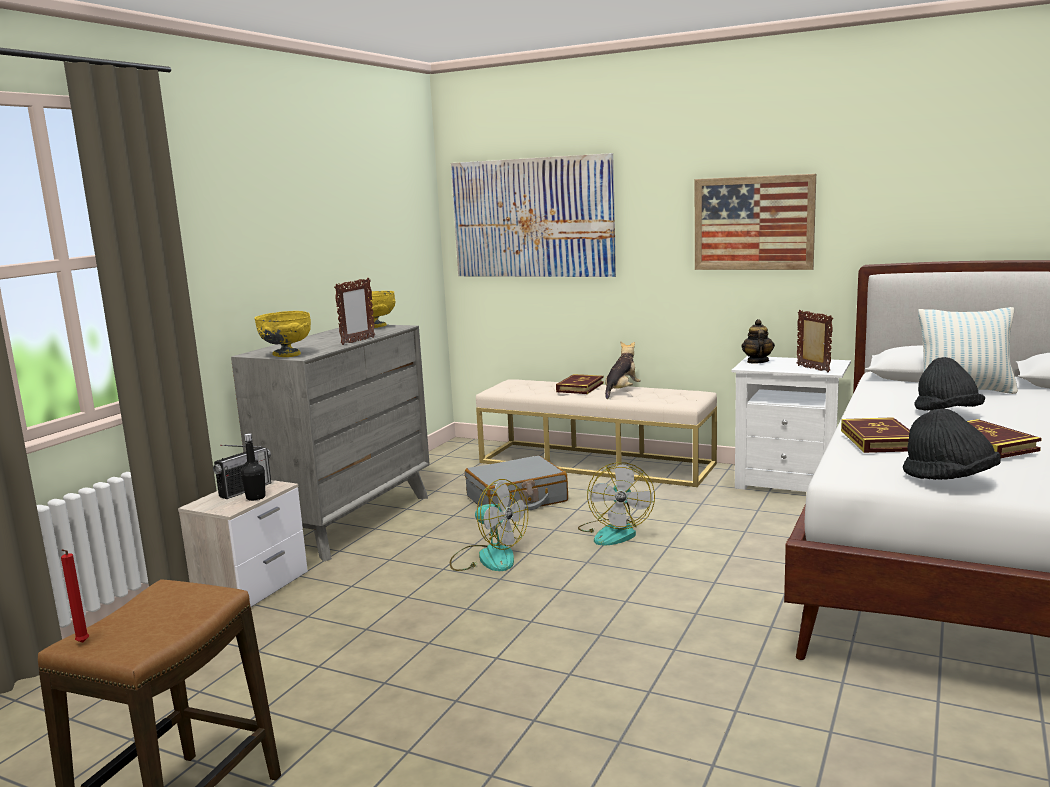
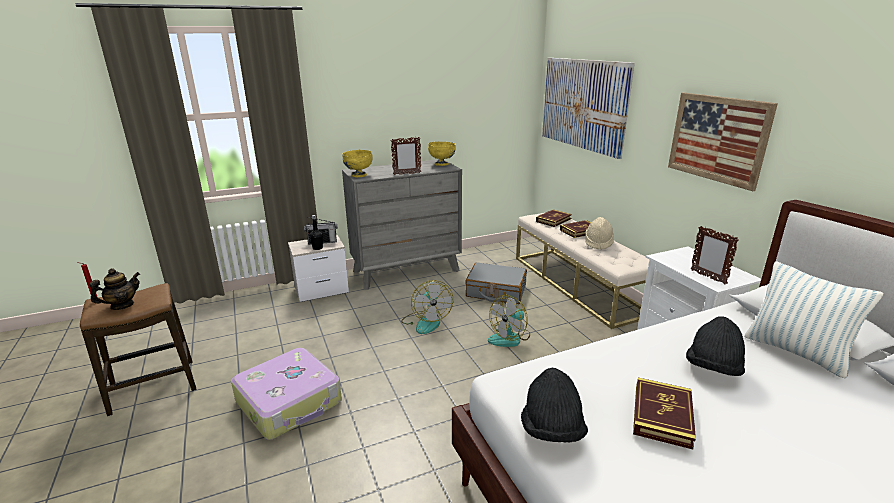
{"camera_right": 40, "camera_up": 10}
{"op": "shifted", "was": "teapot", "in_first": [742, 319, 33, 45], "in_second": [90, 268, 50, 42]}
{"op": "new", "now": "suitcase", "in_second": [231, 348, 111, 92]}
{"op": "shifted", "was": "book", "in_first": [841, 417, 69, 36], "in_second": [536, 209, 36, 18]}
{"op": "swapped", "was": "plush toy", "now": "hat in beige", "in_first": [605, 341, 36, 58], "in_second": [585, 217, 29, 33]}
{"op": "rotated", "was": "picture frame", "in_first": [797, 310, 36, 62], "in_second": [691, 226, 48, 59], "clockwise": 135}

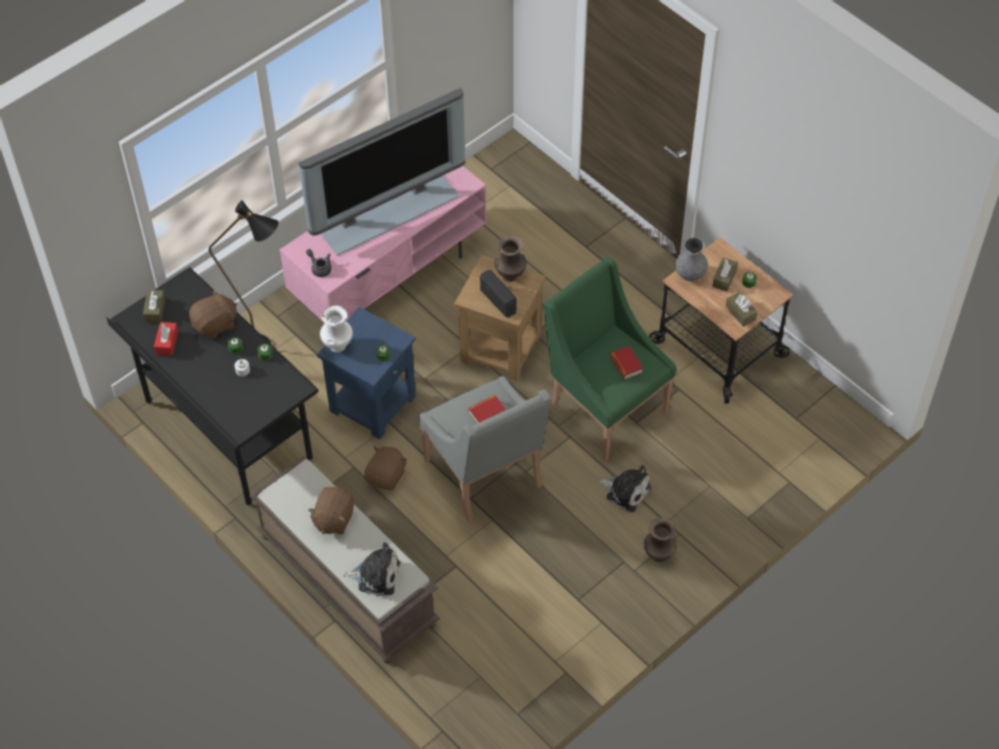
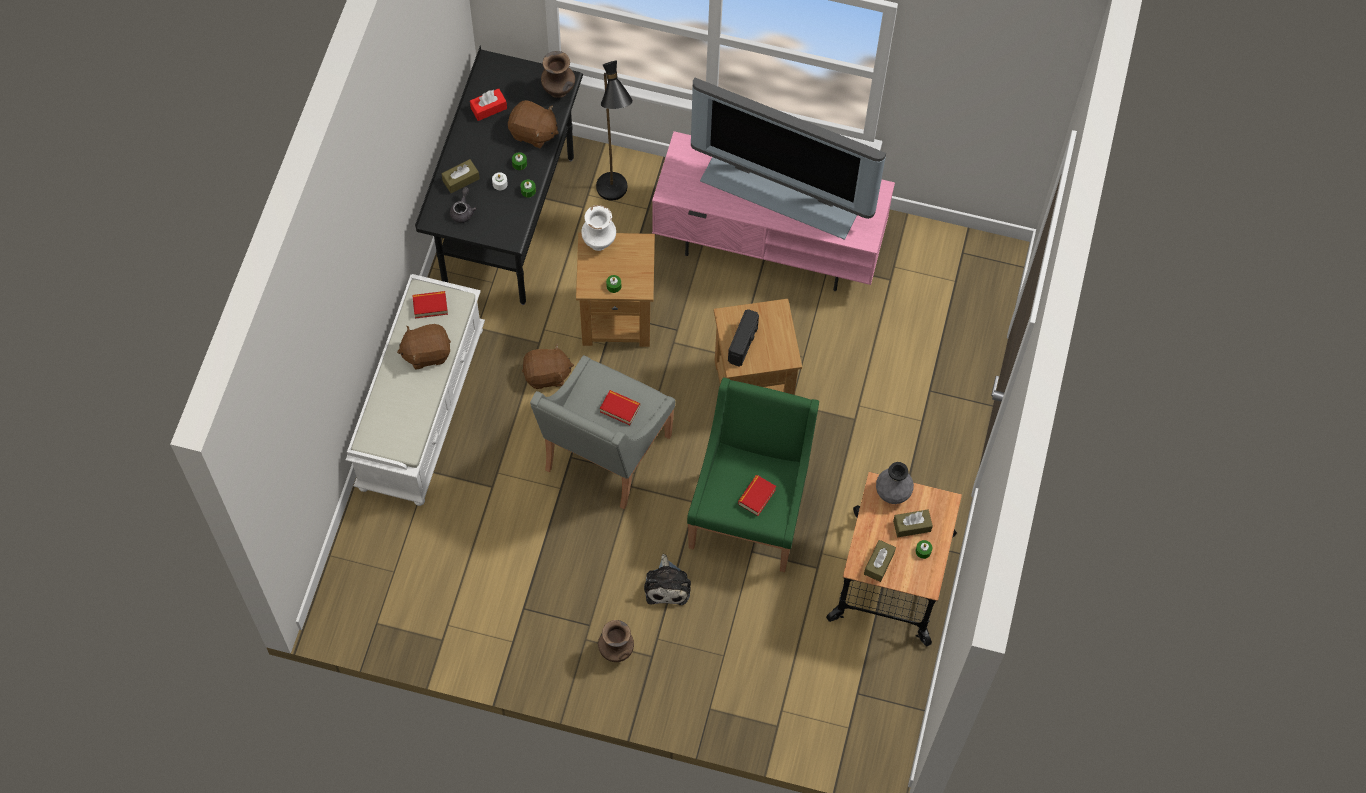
{"camera_right": 55, "camera_up": 10}
{"op": "repainted", "was": "bench in brown", "now": "bench in white", "in_first": [249, 456, 191, 208], "in_second": [346, 274, 139, 232]}
{"op": "new", "now": "book", "in_second": [412, 291, 36, 27]}
{"op": "shifted", "was": "tissue box in brown", "in_first": [143, 290, 22, 33], "in_second": [442, 159, 38, 34]}
{"op": "shifted", "was": "teapot in grey", "in_first": [306, 249, 26, 28], "in_second": [450, 187, 27, 36]}
{"op": "shifted", "was": "vase in brown", "in_first": [495, 236, 32, 46], "in_second": [541, 51, 34, 47]}
{"op": "repainted", "was": "side table in blue", "now": "side table in brown", "in_first": [317, 307, 99, 132], "in_second": [576, 233, 79, 114]}
{"op": "gone", "was": "plush toy", "in_first": [343, 542, 57, 54]}

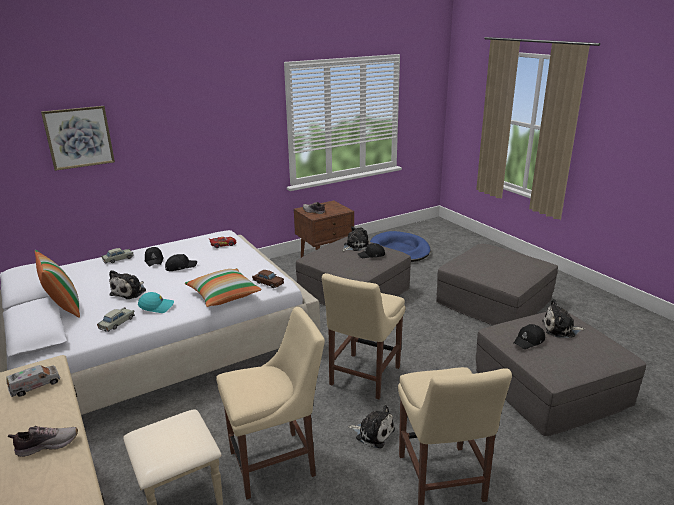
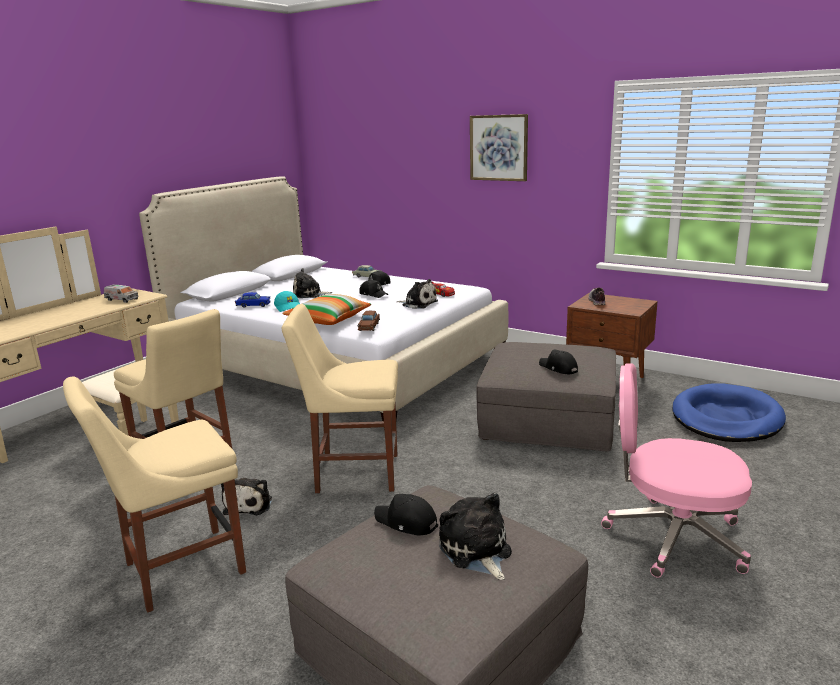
{"camera_right": 65, "camera_up": -5}
{"op": "repainted", "was": "toy car in beige", "now": "toy car in blue", "in_first": [97, 307, 38, 25], "in_second": [235, 292, 36, 15]}
{"op": "shifted", "was": "plush toy", "in_first": [342, 226, 27, 25], "in_second": [398, 279, 40, 30]}
{"op": "shifted", "was": "picture", "in_first": [41, 106, 74, 65], "in_second": [470, 114, 58, 67]}
{"op": "swapped", "was": "ottoman in grey", "now": "office chair in pink", "in_first": [436, 244, 122, 82], "in_second": [601, 363, 151, 214]}
{"op": "gone", "was": "shoe", "in_first": [8, 426, 70, 31]}
{"op": "gone", "was": "pillow", "in_first": [35, 250, 45, 68]}

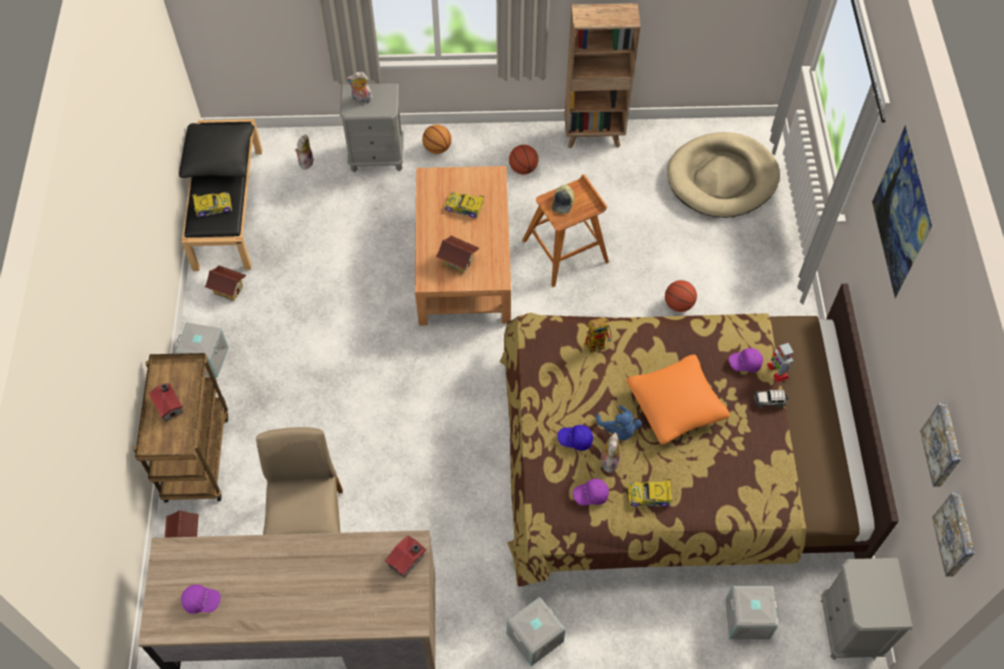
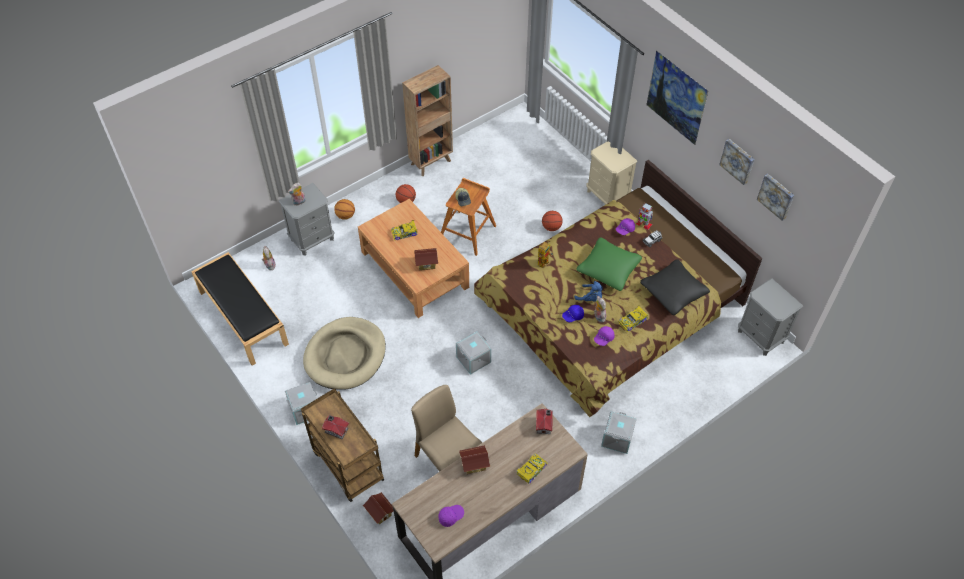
{"camera_right": -35, "camera_up": -5}
{"op": "shifted", "was": "dog bed in beige", "in_first": [667, 132, 113, 86], "in_second": [303, 317, 83, 73]}
{"op": "shifted", "was": "storage box in grey", "in_first": [725, 586, 54, 53], "in_second": [456, 331, 35, 44]}
{"op": "shifted", "was": "toy house", "in_first": [205, 265, 41, 36], "in_second": [459, 445, 31, 29]}
{"op": "shifted", "was": "toy car", "in_first": [192, 192, 40, 25], "in_second": [517, 454, 31, 30]}
{"op": "repainted", "was": "pillow in orange", "now": "pillow in green", "in_first": [626, 355, 104, 90], "in_second": [577, 238, 65, 53]}
{"op": "new", "now": "nightstand in beige", "in_second": [586, 141, 51, 64]}
{"op": "shifted", "was": "pillow in black", "in_first": [179, 123, 75, 55], "in_second": [640, 259, 70, 56]}
{"op": "shifted", "was": "picture", "in_first": [932, 492, 43, 85], "in_second": [719, 139, 35, 46]}

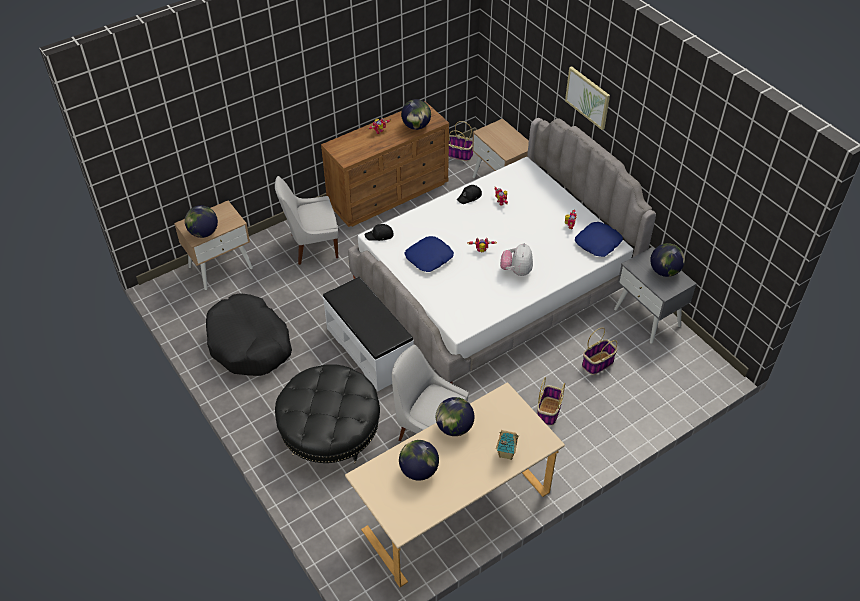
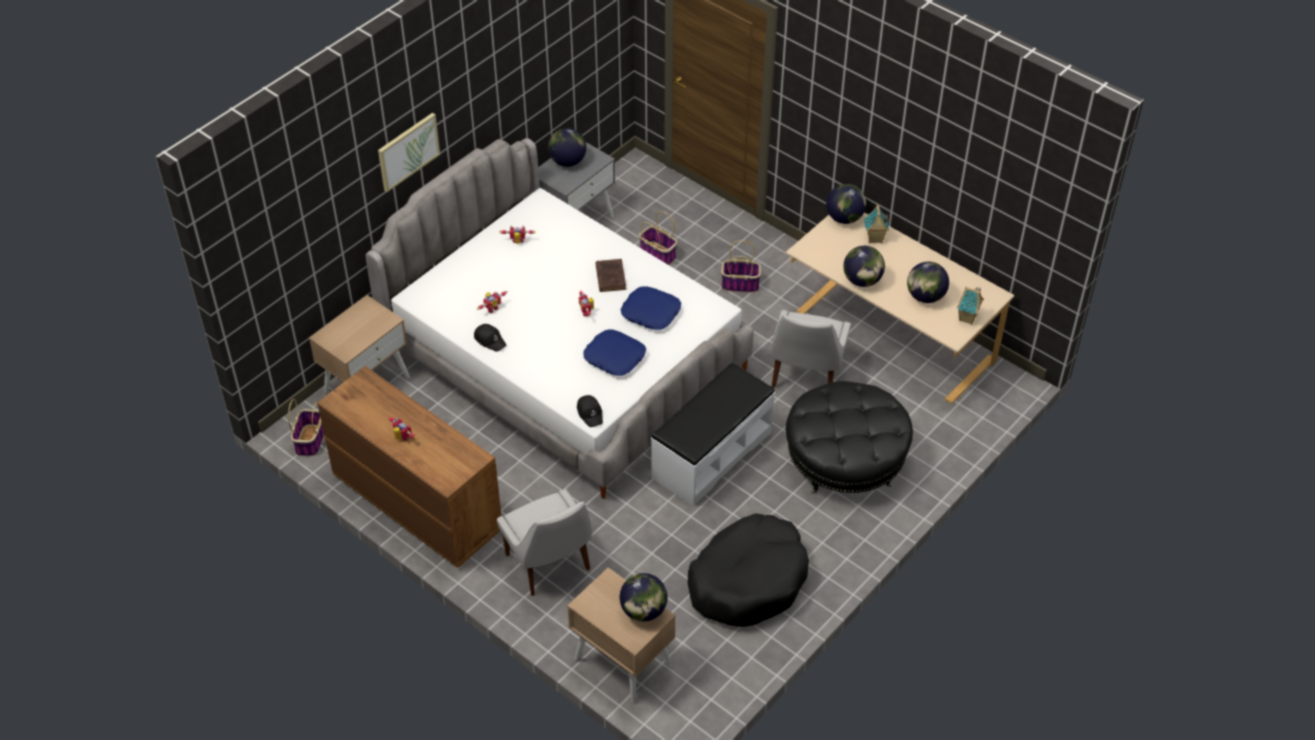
{"camera_right": -105, "camera_up": 0}
{"op": "swapped", "was": "plush toy", "now": "book in brown", "in_first": [500, 243, 33, 33], "in_second": [595, 259, 31, 33]}
{"op": "shifted", "was": "pillow in blue", "in_first": [575, 222, 48, 35], "in_second": [621, 286, 60, 44]}
{"op": "shifted", "was": "globe", "in_first": [401, 99, 30, 31], "in_second": [826, 184, 40, 40]}
{"op": "new", "now": "toy house", "in_second": [957, 287, 27, 38]}

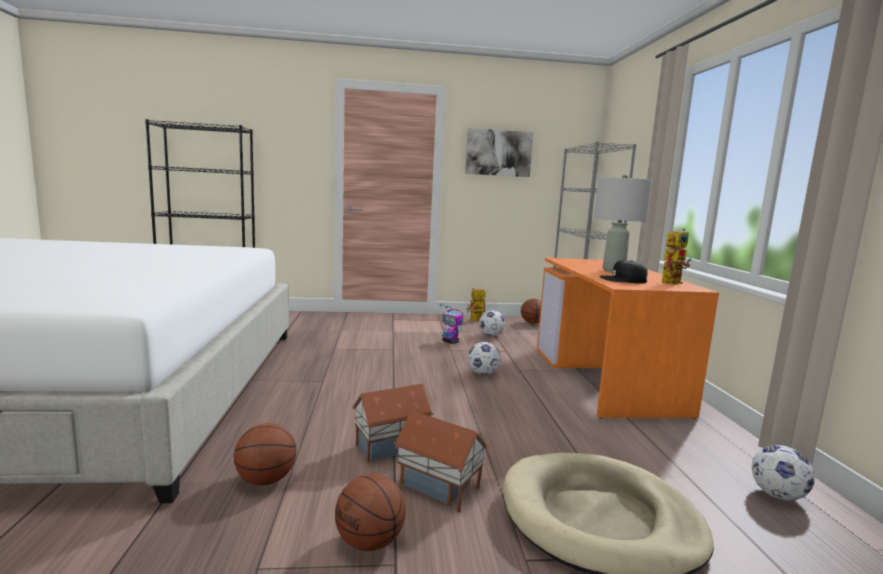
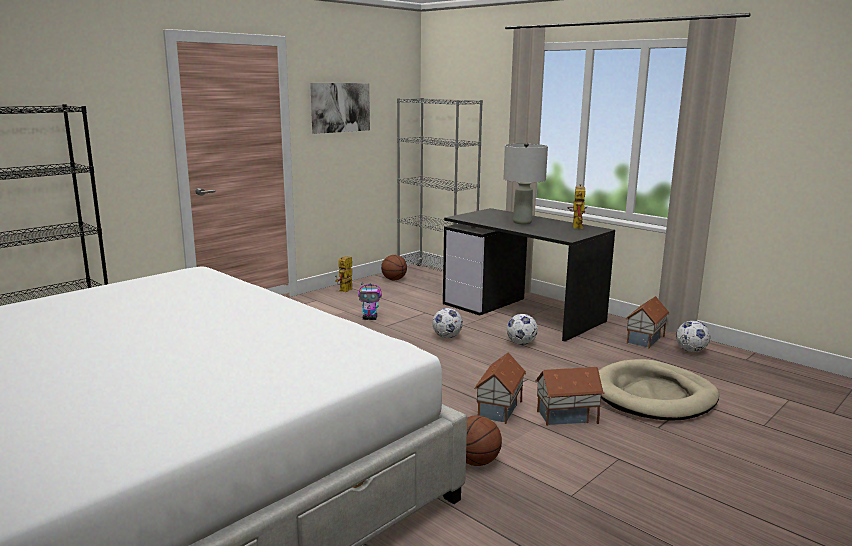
{"camera_right": -40, "camera_up": 5}
{"op": "repainted", "was": "desk in orange", "now": "desk in black", "in_first": [537, 258, 182, 161], "in_second": [443, 208, 172, 134]}
{"op": "shifted", "was": "football", "in_first": [479, 310, 26, 26], "in_second": [507, 314, 31, 31]}
{"op": "new", "now": "toy house", "in_second": [626, 296, 43, 53]}
{"op": "gone", "was": "basketball", "in_first": [335, 474, 71, 77]}
{"op": "gone", "was": "cap in black", "in_first": [600, 260, 48, 24]}

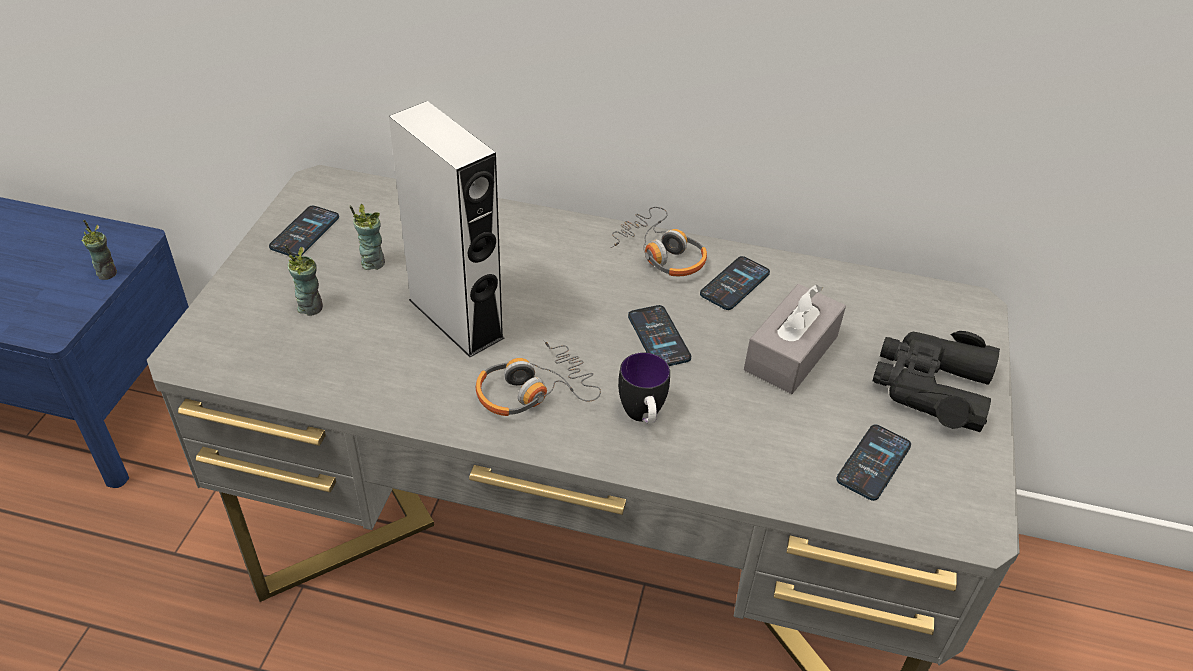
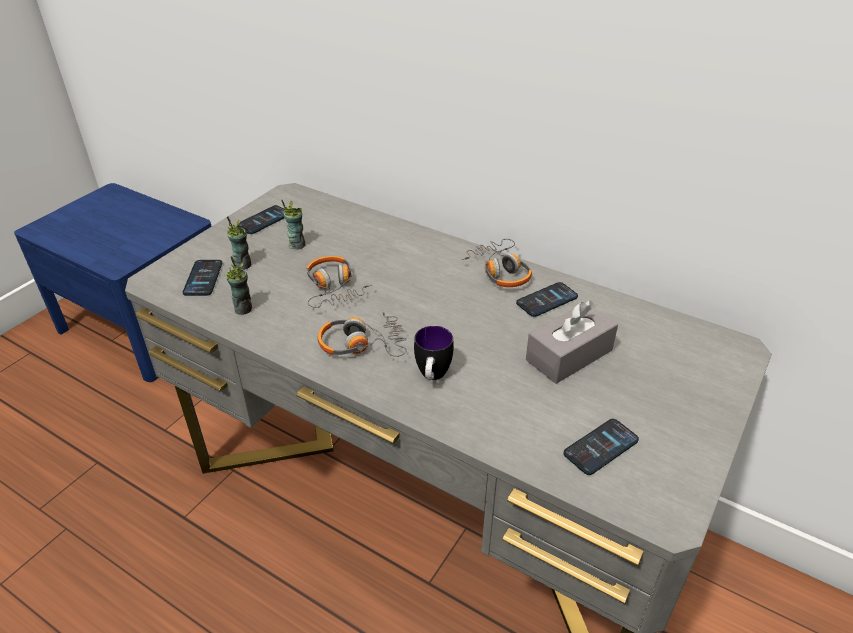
{"camera_right": 20, "camera_up": -5}
{"op": "shifted", "was": "phone", "in_first": [628, 305, 63, 61], "in_second": [183, 260, 39, 36]}
{"op": "shifted", "was": "cup", "in_first": [81, 220, 36, 60], "in_second": [225, 256, 28, 59]}
{"op": "swapped", "was": "speaker in grey", "now": "headphones", "in_first": [389, 101, 116, 256], "in_second": [307, 256, 65, 52]}
{"op": "gone", "was": "binoculars in black", "in_first": [873, 331, 127, 101]}

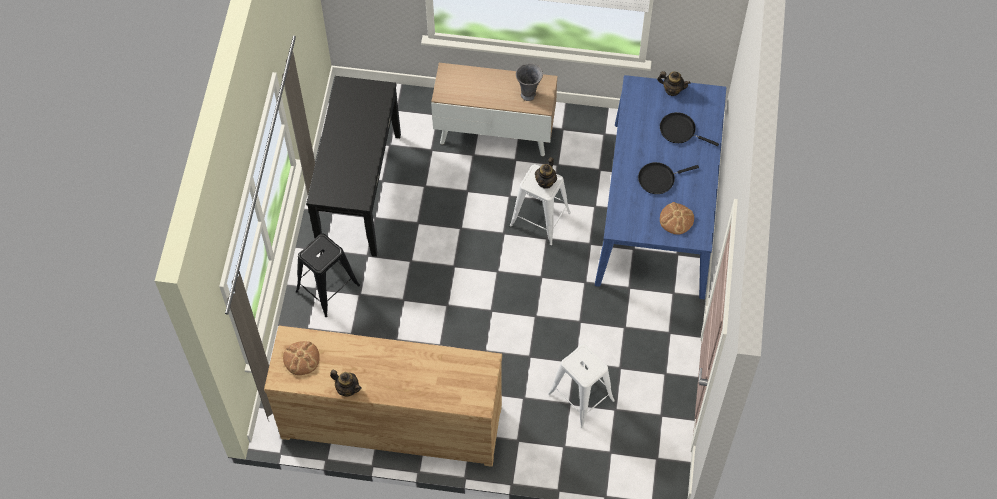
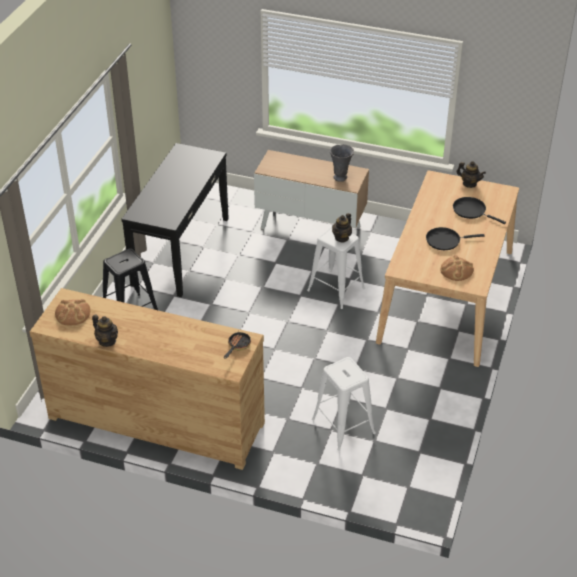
{"camera_right": 10, "camera_up": -20}
{"op": "new", "now": "frying pan", "in_second": [224, 330, 27, 29]}
{"op": "repainted", "was": "dining table in blue", "now": "dining table in beige", "in_first": [595, 75, 131, 224], "in_second": [376, 170, 143, 197]}

